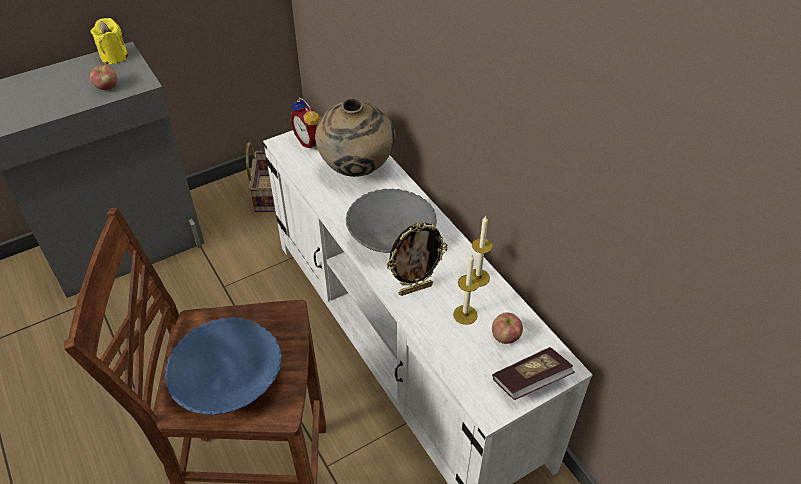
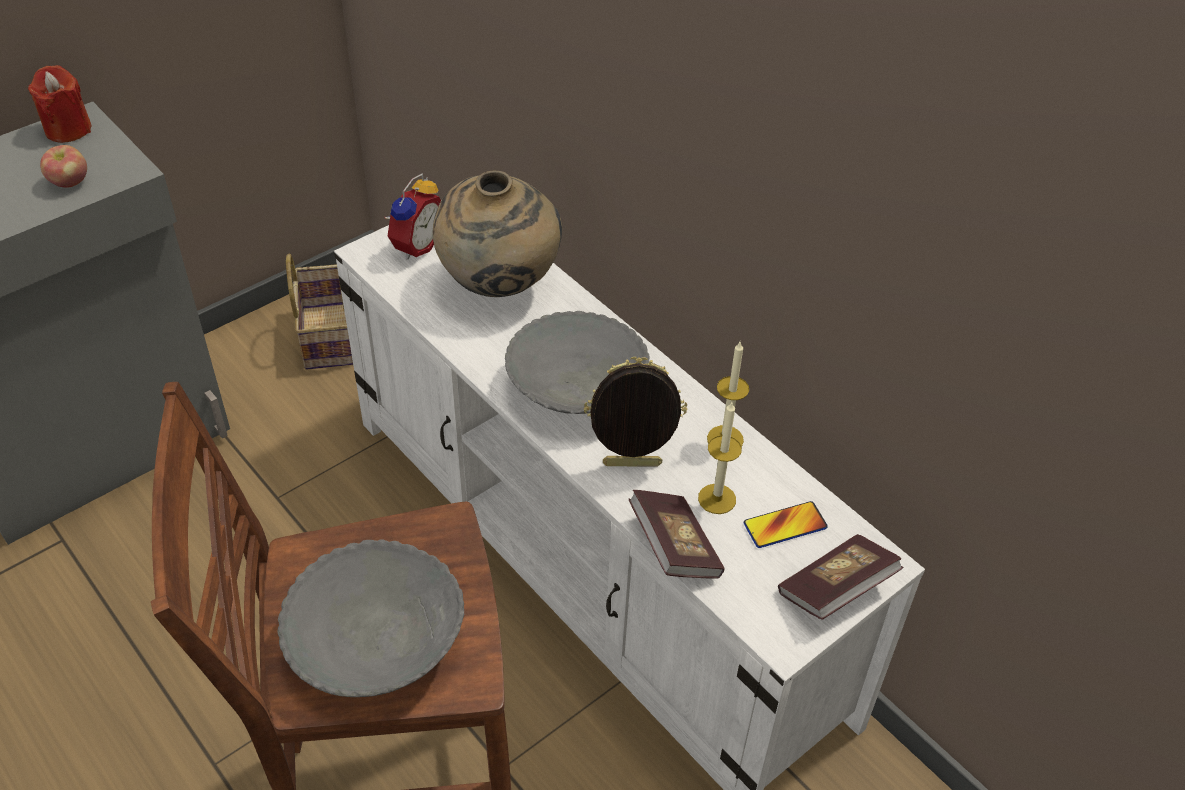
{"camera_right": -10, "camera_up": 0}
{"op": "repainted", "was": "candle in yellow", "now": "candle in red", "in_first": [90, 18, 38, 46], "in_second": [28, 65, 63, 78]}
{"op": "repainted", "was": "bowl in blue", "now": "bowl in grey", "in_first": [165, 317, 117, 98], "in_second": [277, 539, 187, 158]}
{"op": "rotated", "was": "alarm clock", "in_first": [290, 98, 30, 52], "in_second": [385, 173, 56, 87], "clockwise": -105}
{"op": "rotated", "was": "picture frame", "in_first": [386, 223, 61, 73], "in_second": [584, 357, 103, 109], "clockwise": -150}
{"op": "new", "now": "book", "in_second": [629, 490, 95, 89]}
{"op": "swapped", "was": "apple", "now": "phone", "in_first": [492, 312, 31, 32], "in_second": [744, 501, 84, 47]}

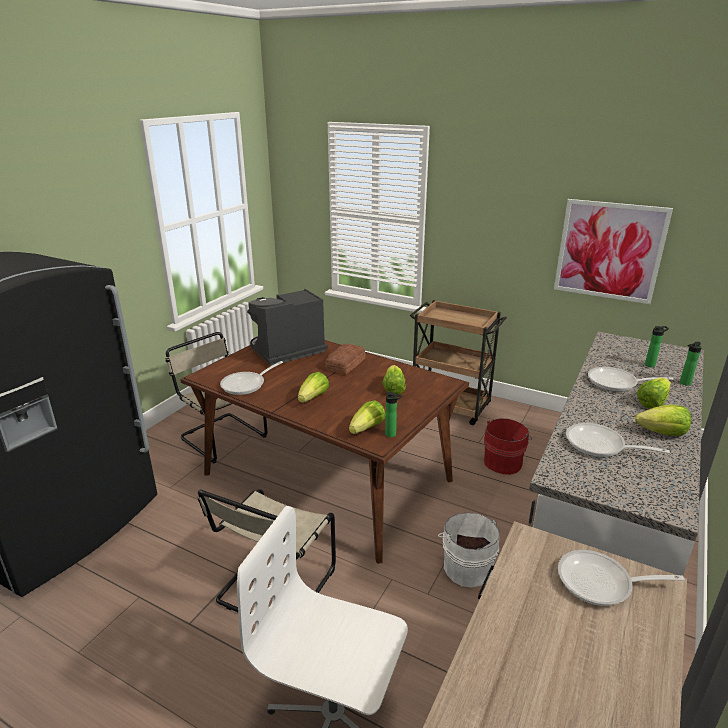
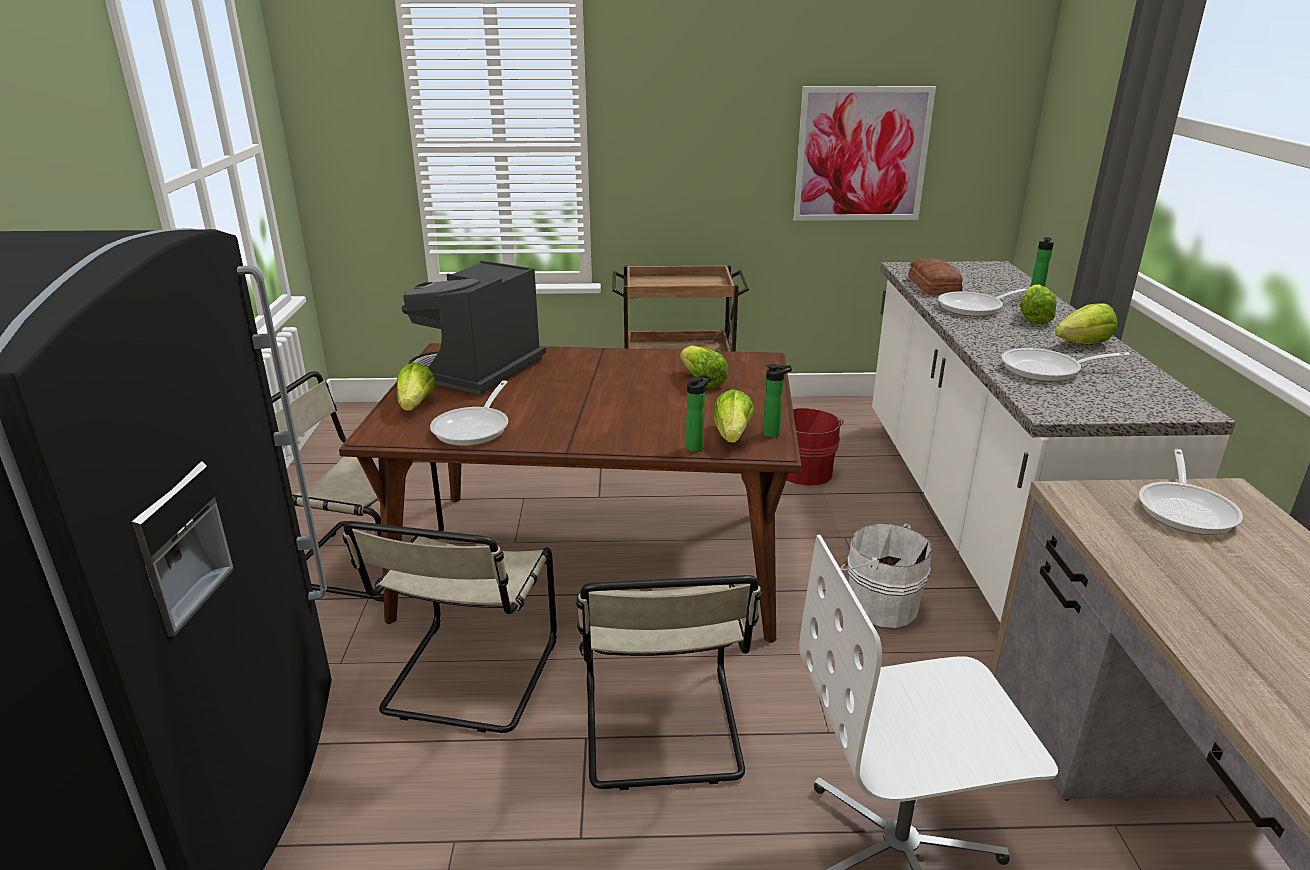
{"camera_right": -30, "camera_up": 0}
{"op": "new", "now": "chair in beige", "in_second": [343, 521, 214, 212]}
{"op": "shifted", "was": "lettuce", "in_first": [298, 372, 31, 31], "in_second": [397, 362, 39, 49]}
{"op": "shifted", "was": "bottle", "in_first": [645, 326, 24, 41], "in_second": [686, 374, 25, 78]}
{"op": "shifted", "was": "bread", "in_first": [325, 344, 41, 31], "in_second": [908, 258, 55, 37]}
{"op": "rotated", "was": "frying pan", "in_first": [558, 550, 126, 56], "in_second": [1139, 449, 104, 86], "clockwise": -45}

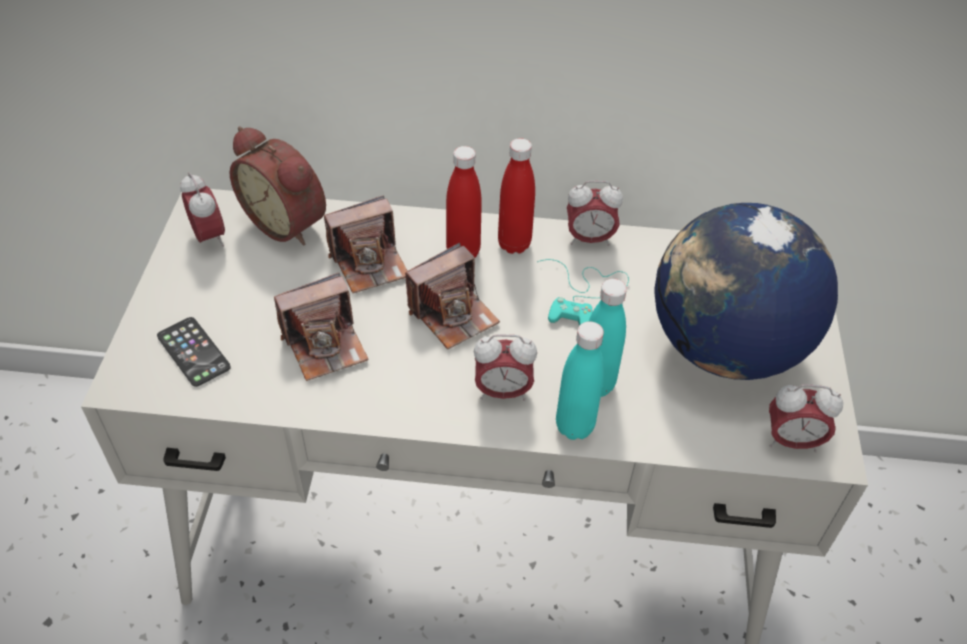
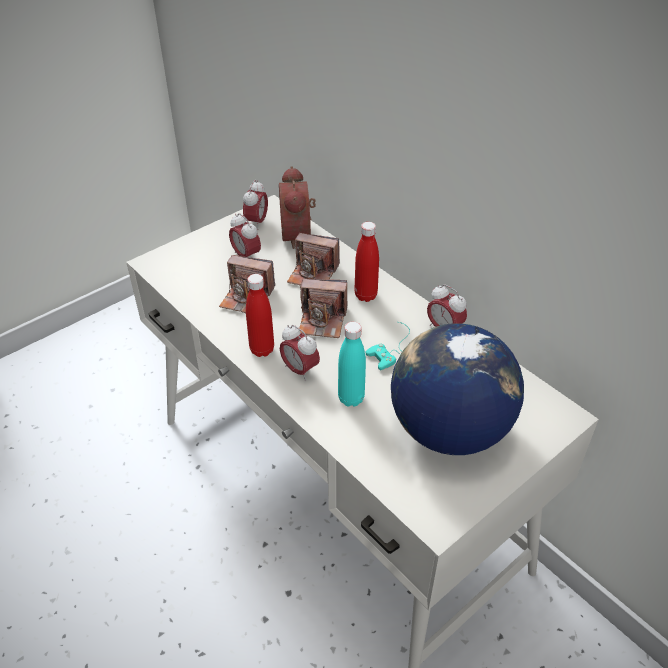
{"camera_right": 45, "camera_up": -5}
{"op": "shifted", "was": "alarm clock", "in_first": [769, 384, 74, 68], "in_second": [229, 213, 32, 44]}
{"op": "shifted", "was": "bottle in red", "in_first": [498, 138, 37, 116], "in_second": [246, 274, 28, 83]}
{"op": "gone", "was": "phone", "in_first": [157, 317, 74, 70]}
{"op": "gone", "was": "bottle in turquoise", "in_first": [556, 321, 48, 119]}

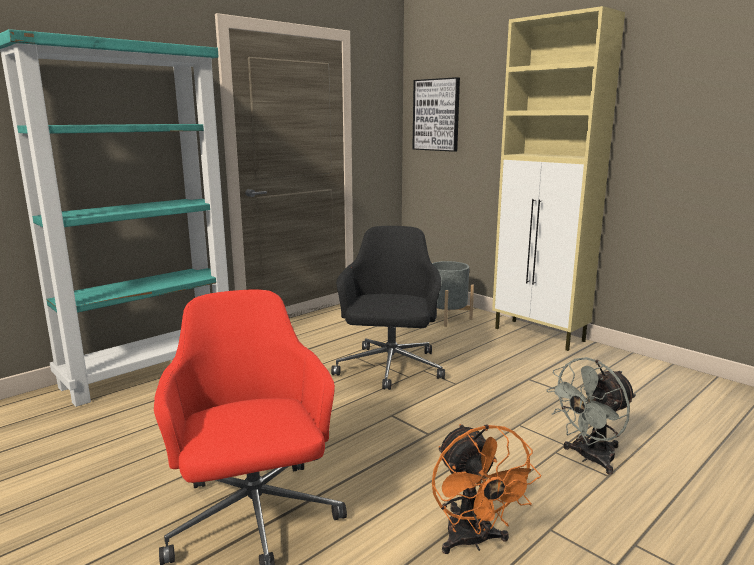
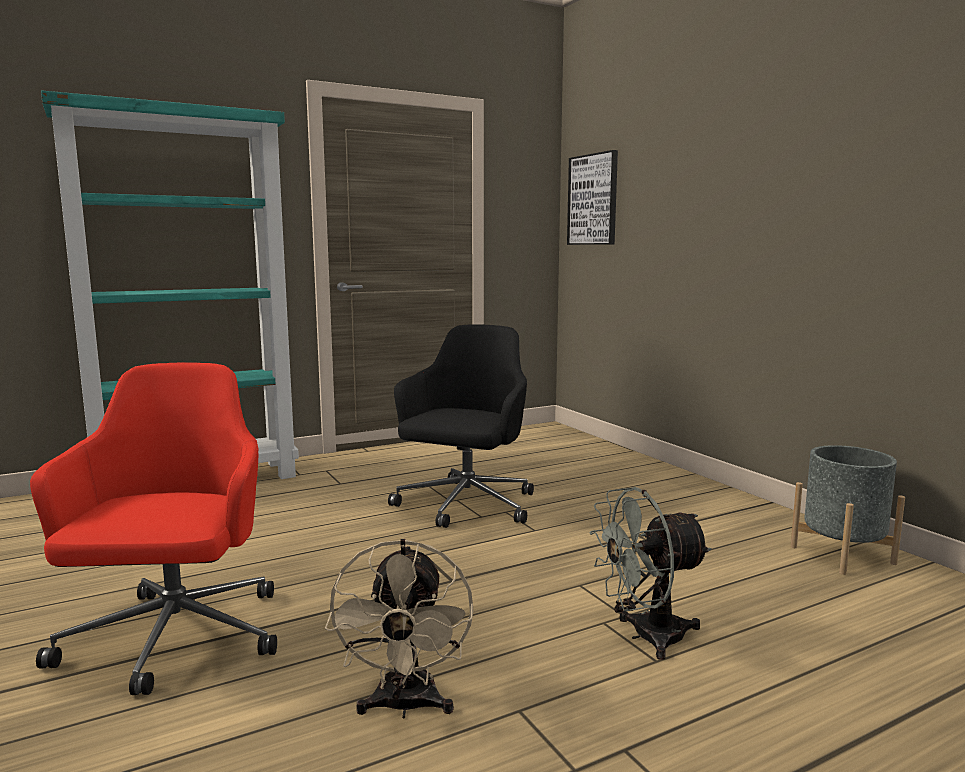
{"camera_right": 15, "camera_up": -5}
{"op": "repainted", "was": "fan in orange", "now": "fan in beige", "in_first": [432, 424, 109, 130], "in_second": [325, 539, 148, 179]}
{"op": "shifted", "was": "planter in grey", "in_first": [432, 261, 42, 66], "in_second": [790, 445, 115, 130]}
{"op": "gone", "was": "cabinet in beige", "in_first": [492, 6, 133, 345]}

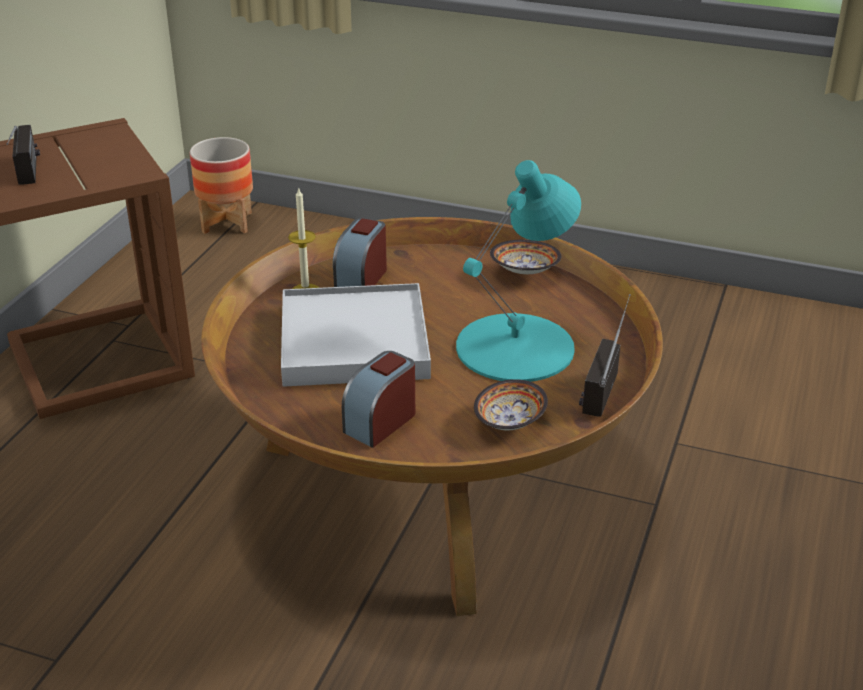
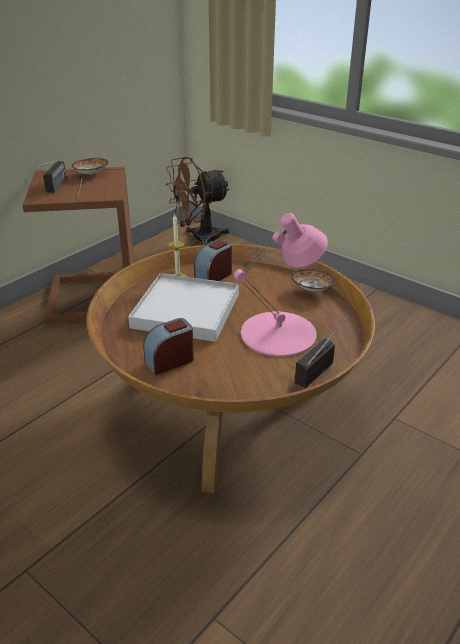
{"camera_right": 20, "camera_up": 0}
{"op": "shifted", "was": "bowl", "in_first": [474, 379, 74, 51], "in_second": [72, 158, 36, 16]}
{"op": "swapped", "was": "planter", "now": "fan in brown", "in_first": [190, 137, 63, 97], "in_second": [166, 157, 64, 88]}
{"op": "repainted", "was": "table lamp in turquoise", "now": "table lamp in pink", "in_first": [456, 160, 125, 222], "in_second": [234, 213, 94, 144]}

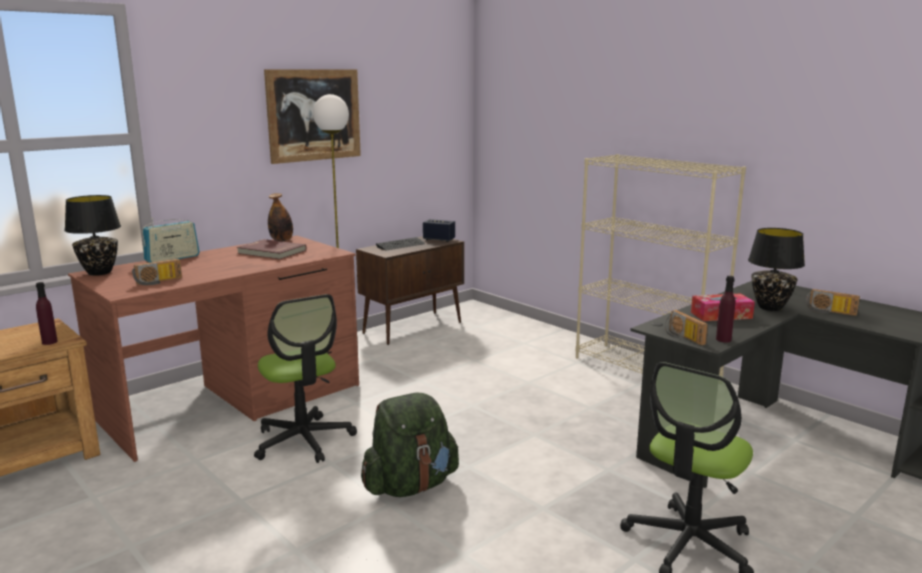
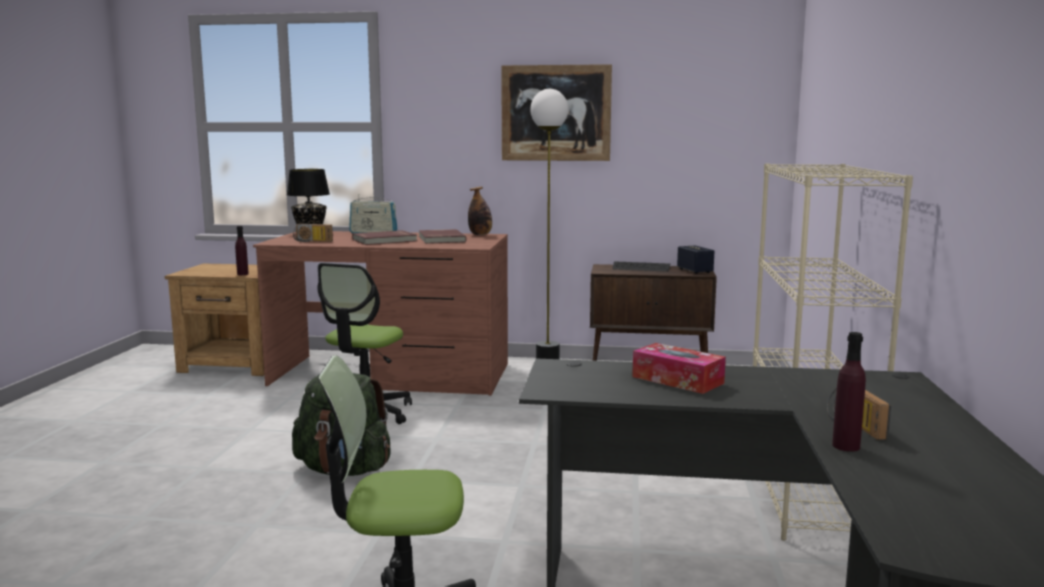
{"camera_right": 50, "camera_up": -5}
{"op": "new", "now": "book in red", "in_second": [352, 230, 65, 15]}
{"op": "shifted", "was": "bottle in purple", "in_first": [716, 276, 19, 67], "in_second": [832, 332, 34, 120]}
{"op": "gone", "was": "radio", "in_first": [665, 310, 43, 36]}
{"op": "gone", "was": "table lamp in black", "in_first": [748, 228, 57, 83]}

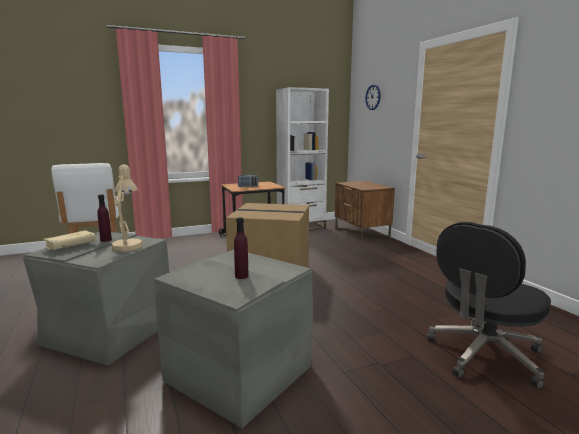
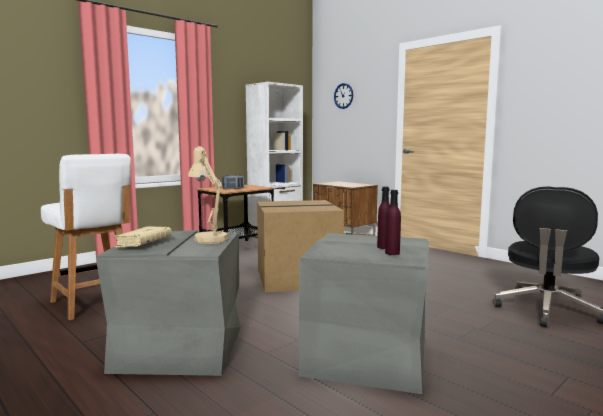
{"camera_right": -20, "camera_up": -5}
{"op": "shifted", "was": "bottle in purple", "in_first": [97, 194, 15, 48], "in_second": [385, 190, 16, 65]}

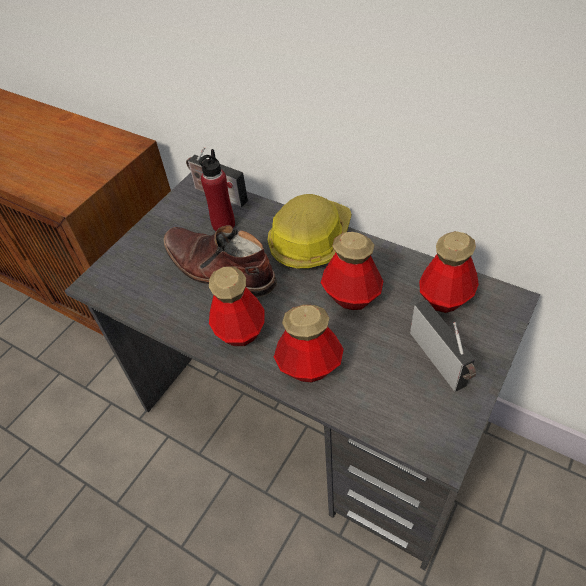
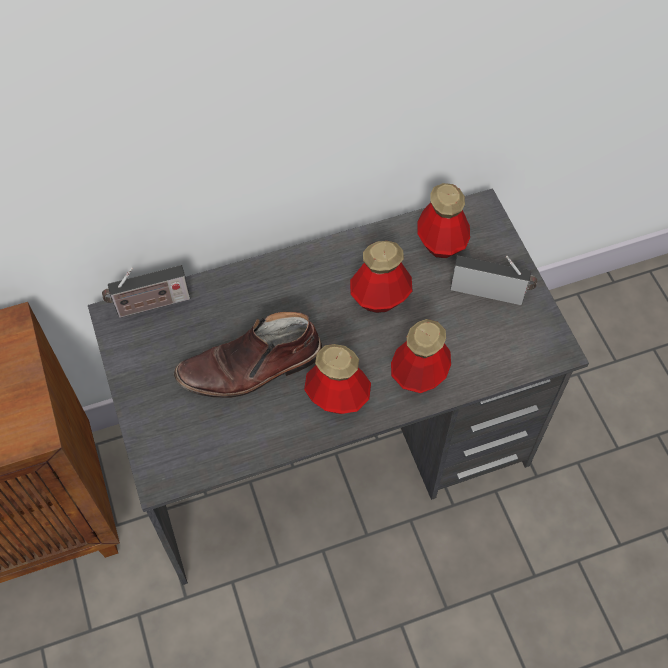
{"camera_right": -55, "camera_up": 10}
{"op": "gone", "was": "bottle in red", "in_first": [199, 149, 36, 82]}
{"op": "gone", "was": "hard hat", "in_first": [268, 194, 84, 75]}

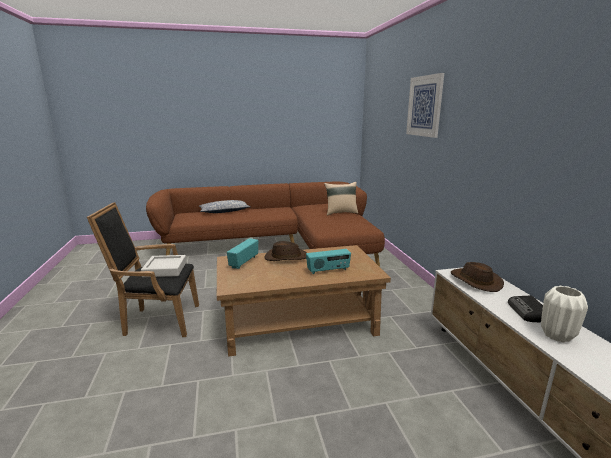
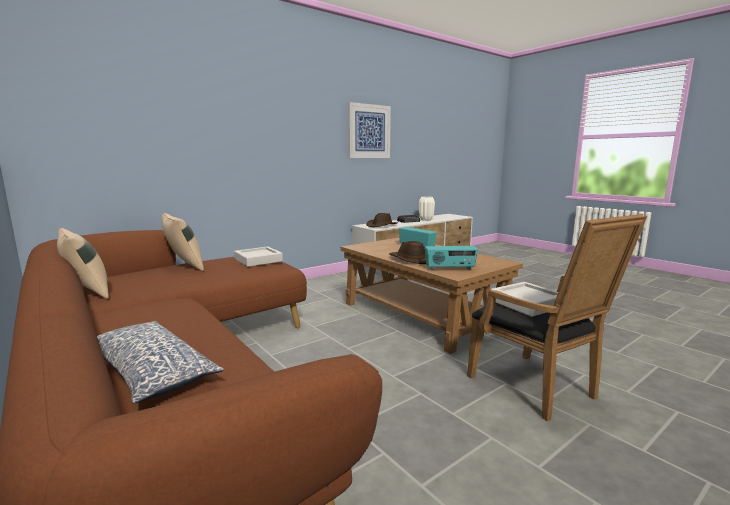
{"camera_right": -115, "camera_up": -5}
{"op": "new", "now": "pillow in beige", "in_second": [57, 228, 52, 71]}
{"op": "new", "now": "tray in grey", "in_second": [234, 246, 49, 21]}
{"op": "shifted", "was": "picture", "in_first": [406, 73, 38, 65], "in_second": [348, 102, 43, 56]}

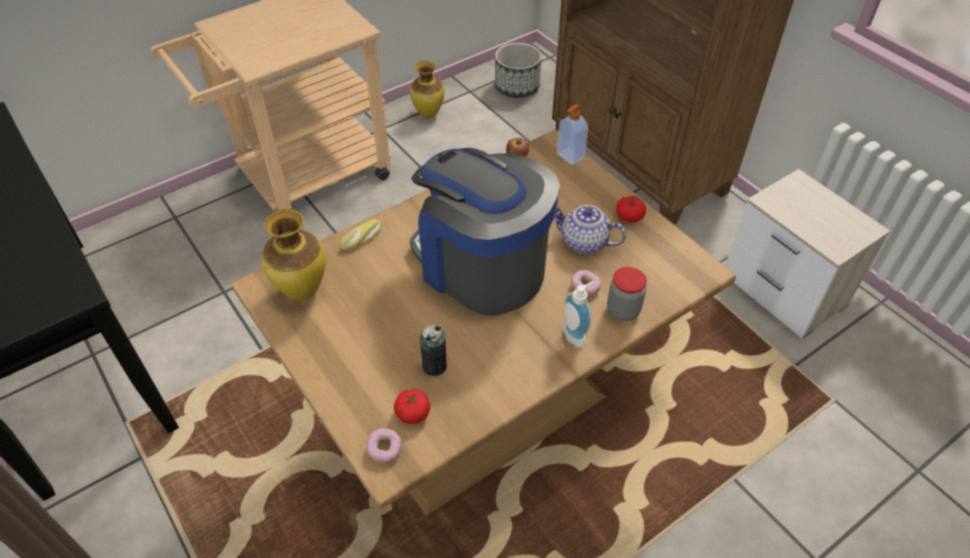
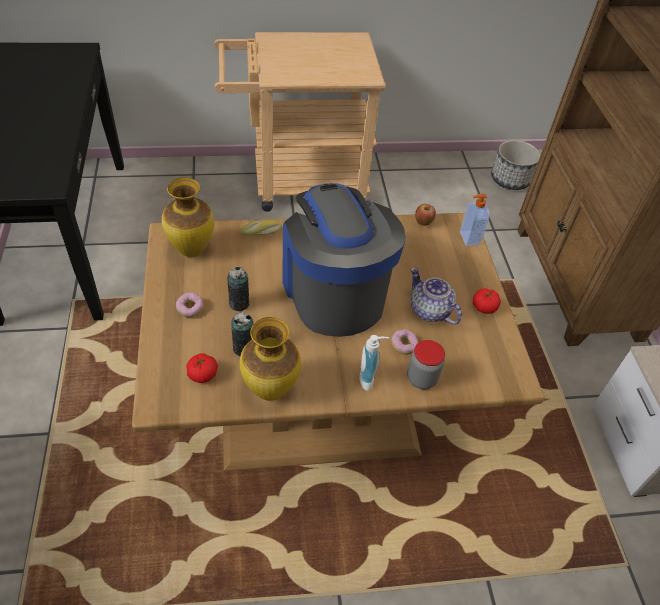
{"camera_right": 25, "camera_up": 0}
{"op": "shifted", "was": "donut", "in_first": [367, 428, 35, 35], "in_second": [176, 293, 28, 25]}
{"op": "new", "now": "can", "in_second": [227, 267, 22, 44]}
{"op": "shifted", "was": "vase", "in_first": [410, 61, 35, 57], "in_second": [240, 317, 61, 84]}

